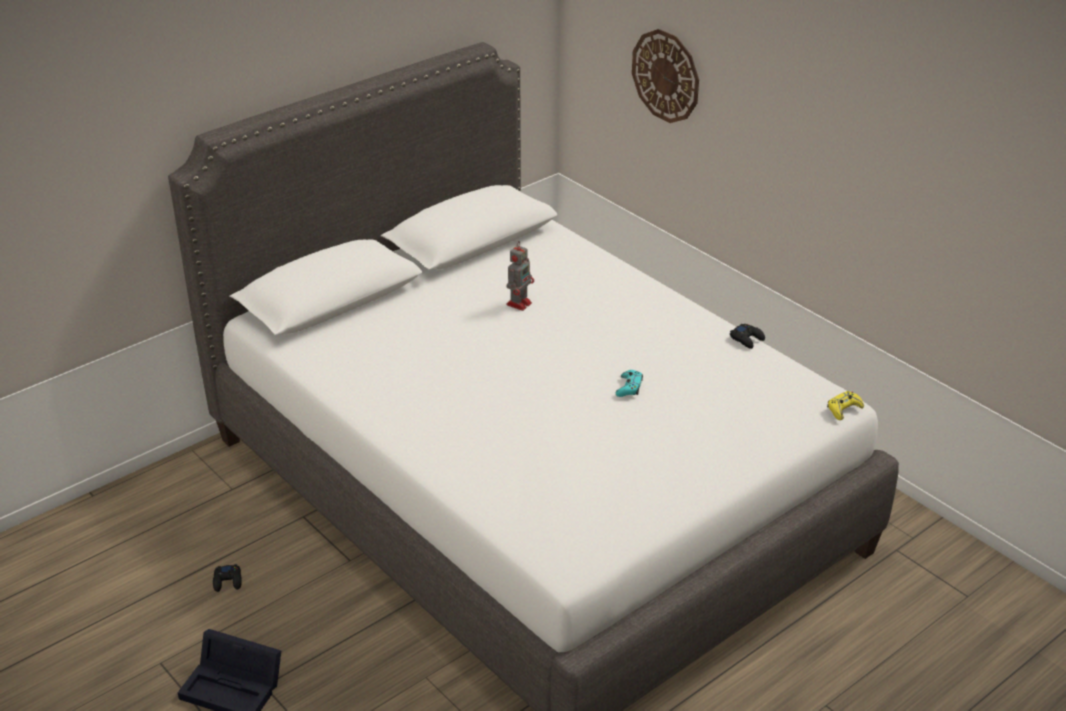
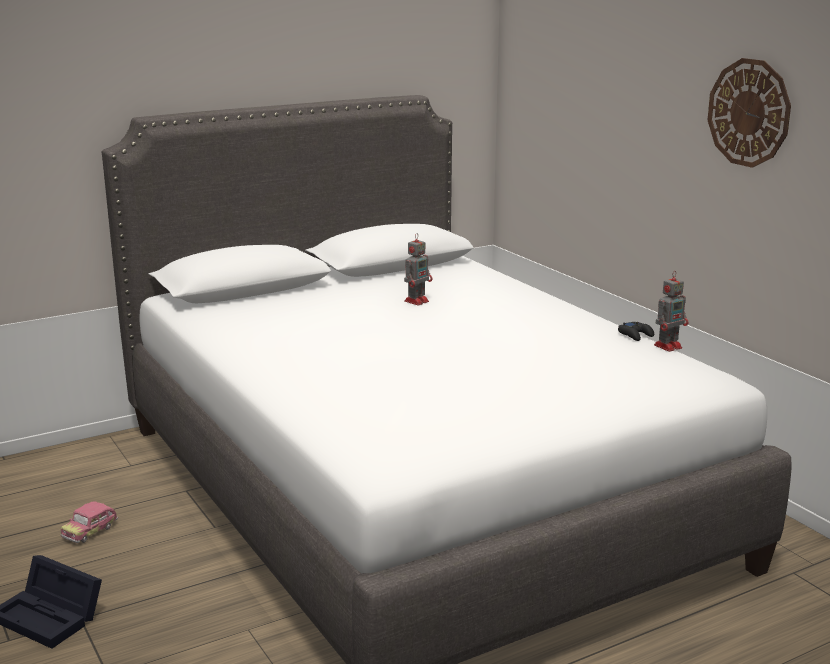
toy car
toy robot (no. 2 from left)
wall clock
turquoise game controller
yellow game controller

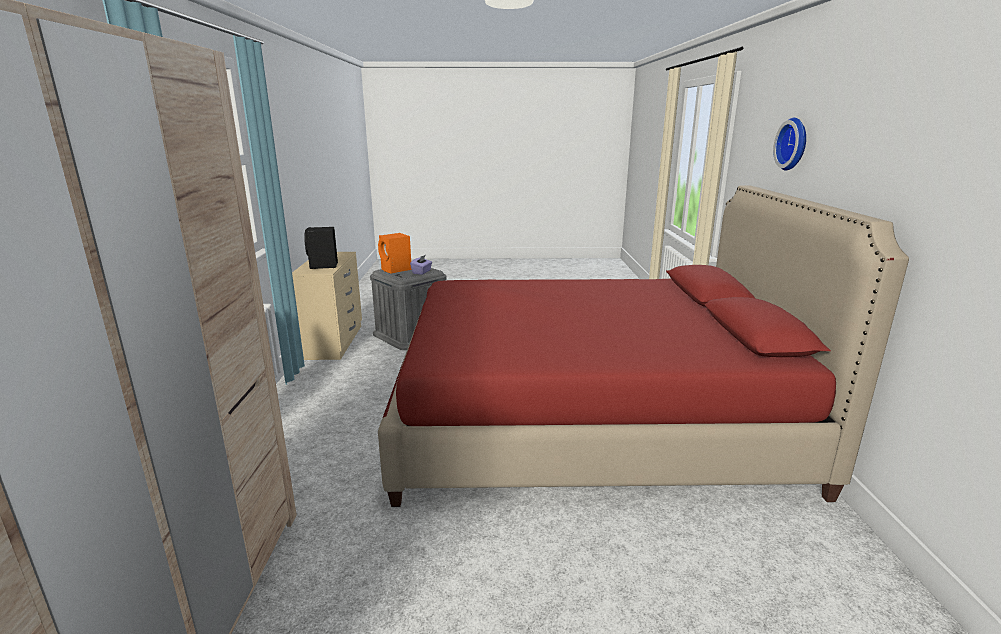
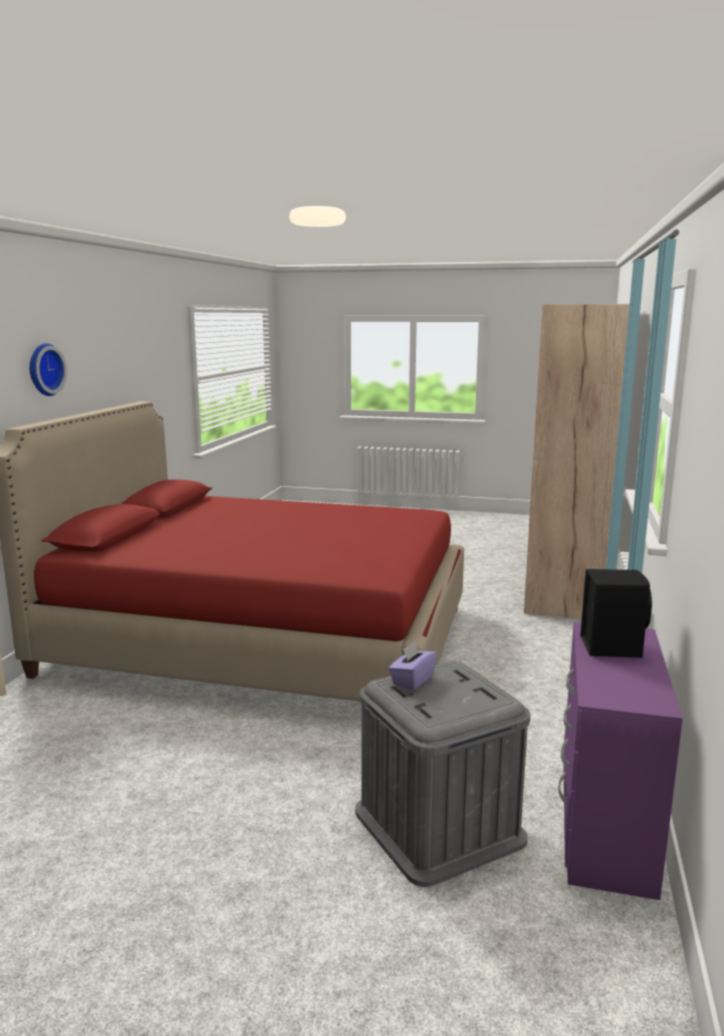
purple dresser
orange speaker

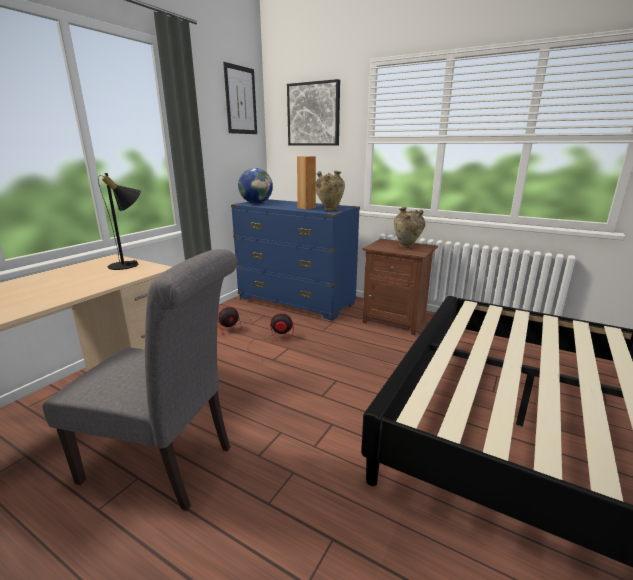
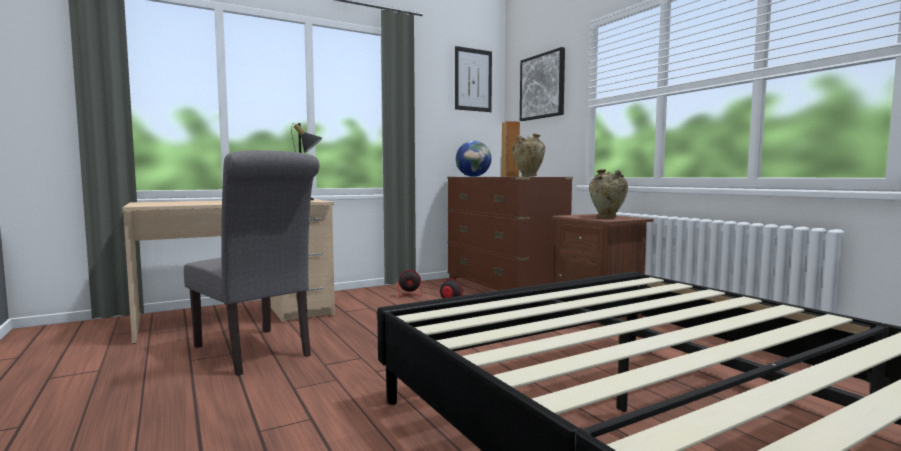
brown dresser

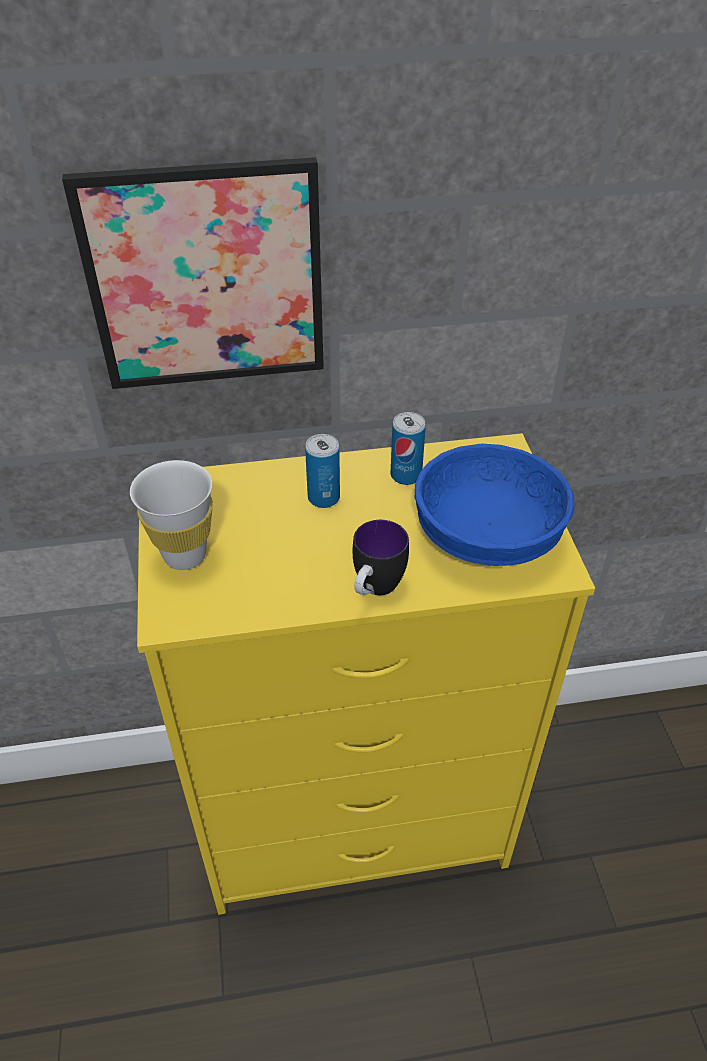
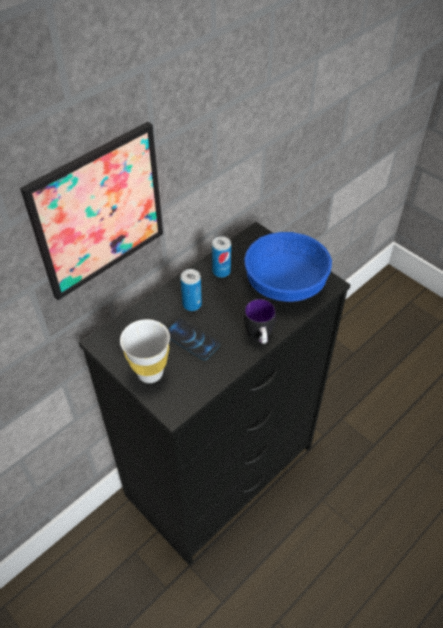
black dresser
phone

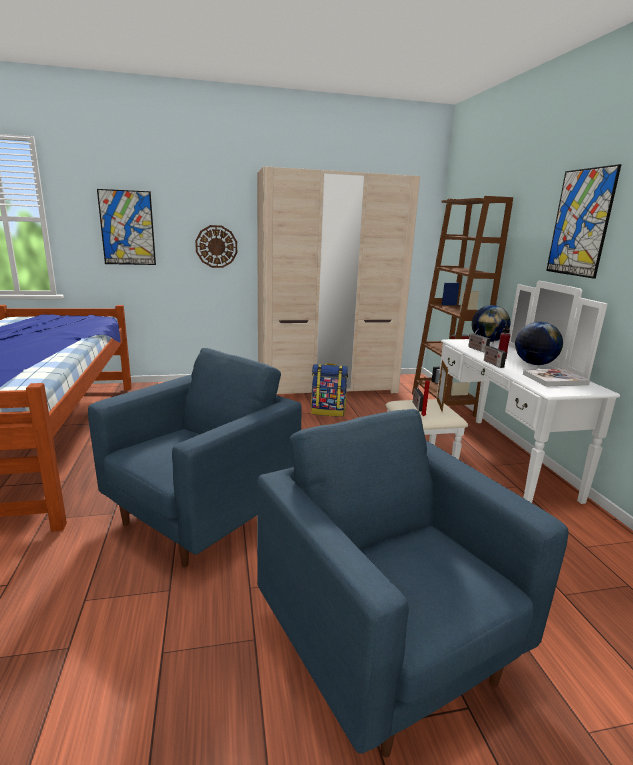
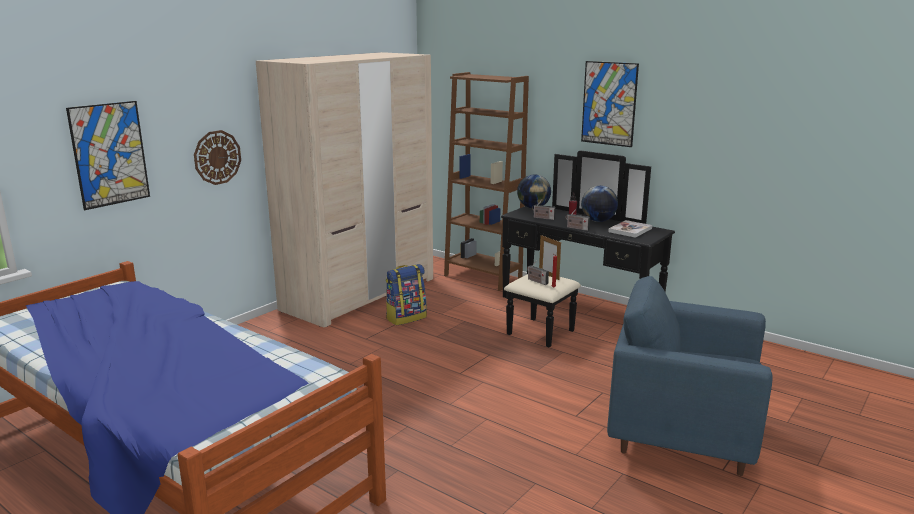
black dresser
blue armchair (no. 1 from left in the first image)

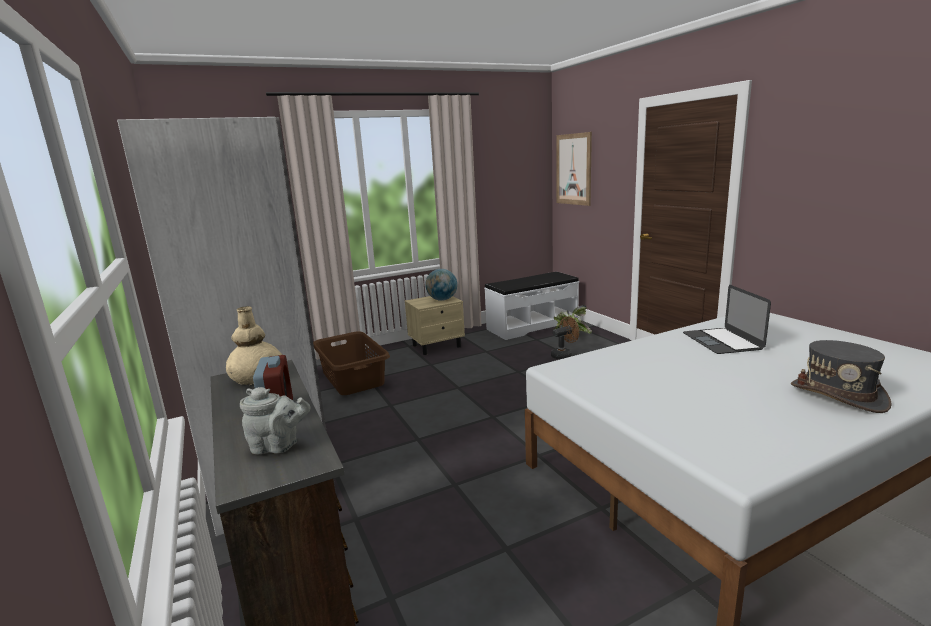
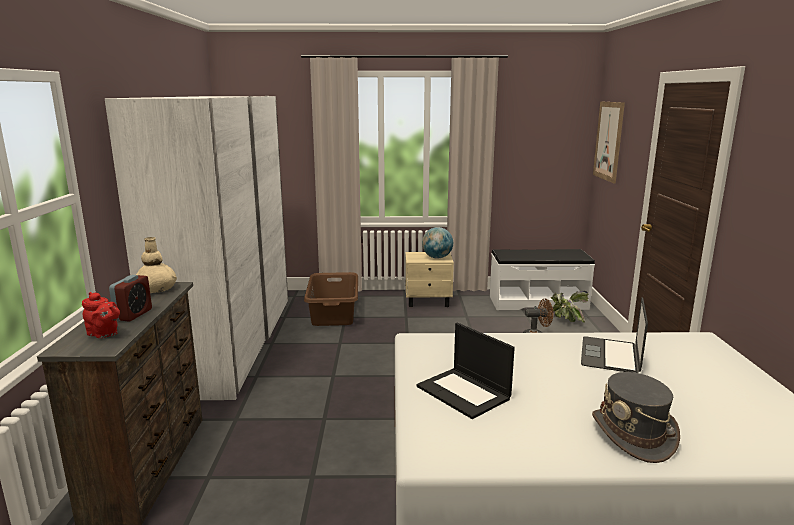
red teapot
laptop (no. 1 from left)

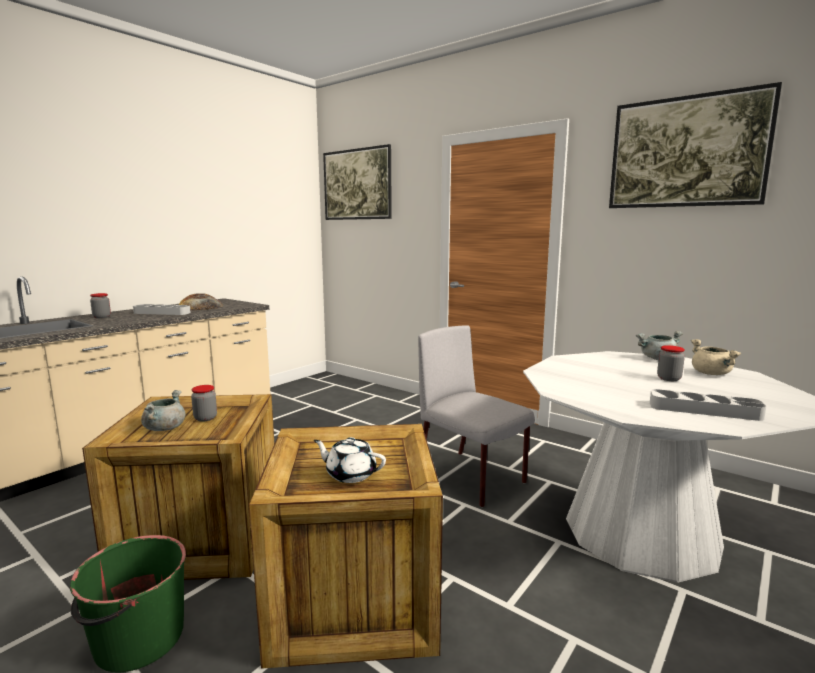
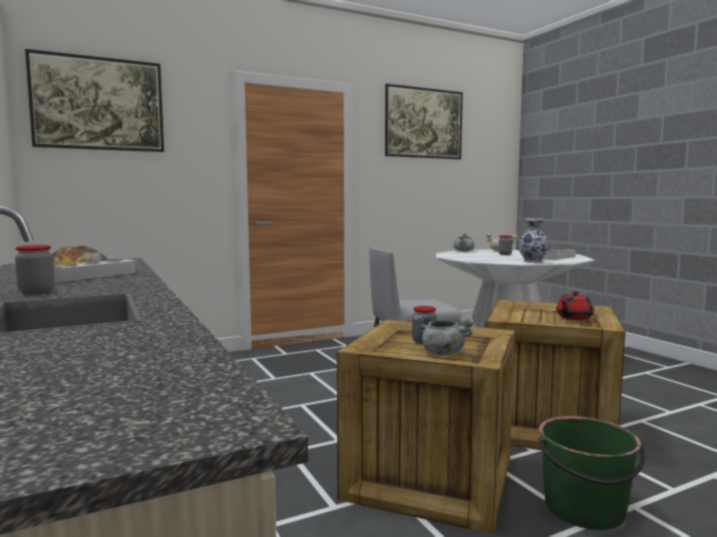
vase
red teapot

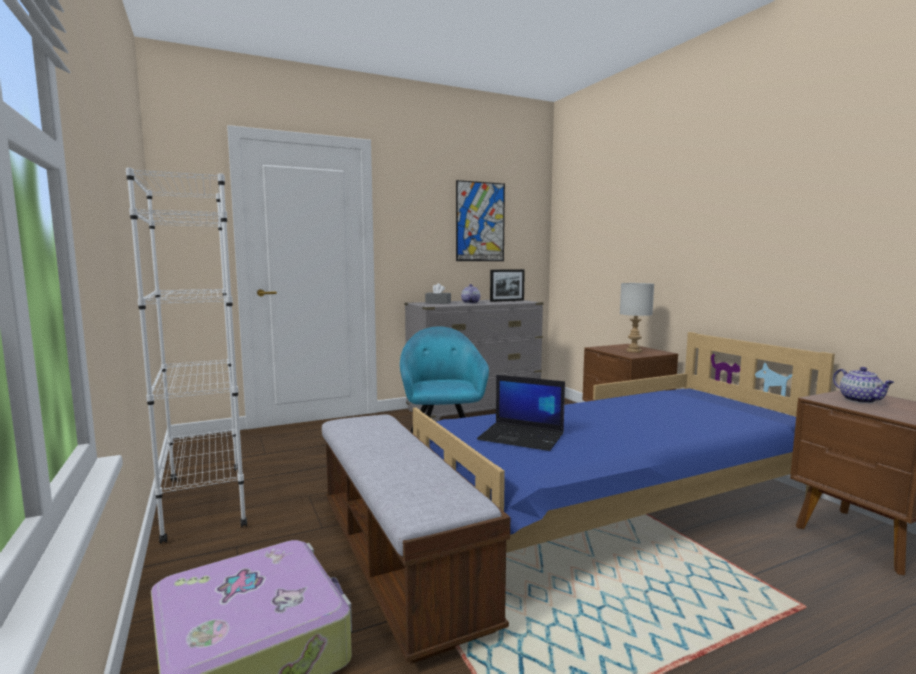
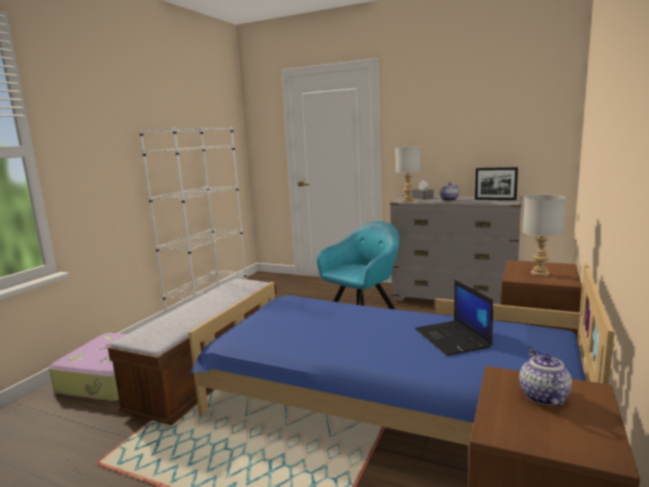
grey table lamp (no. 1 from left)
laptop
teapot (no. 2 from left)
picture

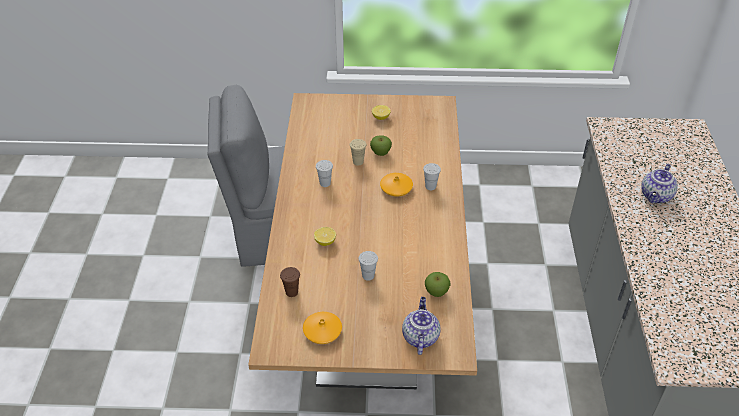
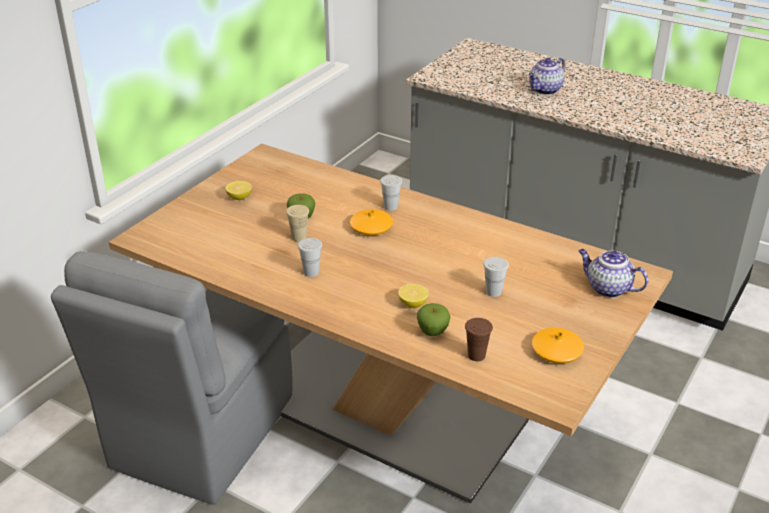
apple (no. 2 from left)
teapot (no. 1 from left)

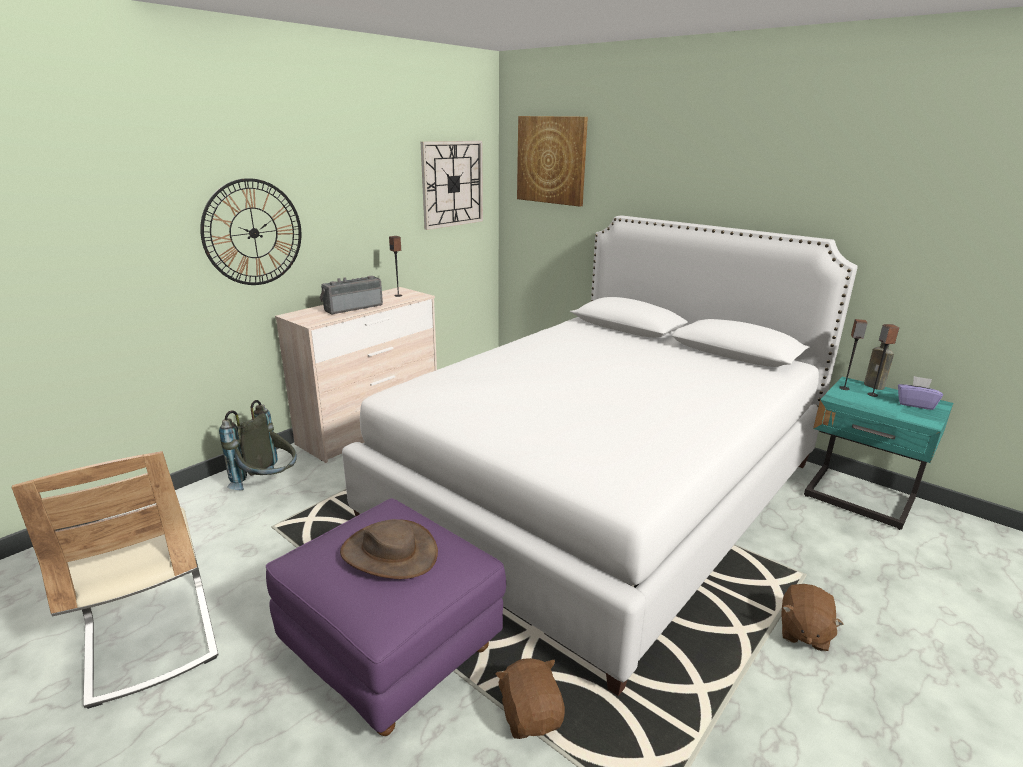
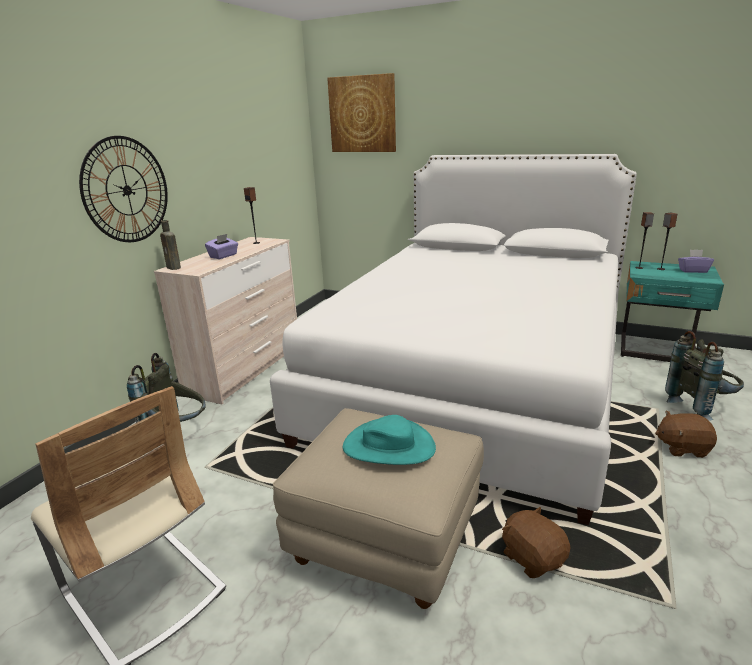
brown bottle
purple tissue box (no. 1 from left)
beige ottoman
turquoise hat
brown plush toy (no. 2 from left)
grey backpack (no. 2 from left)
wall clock (no. 2 from left in the first image)

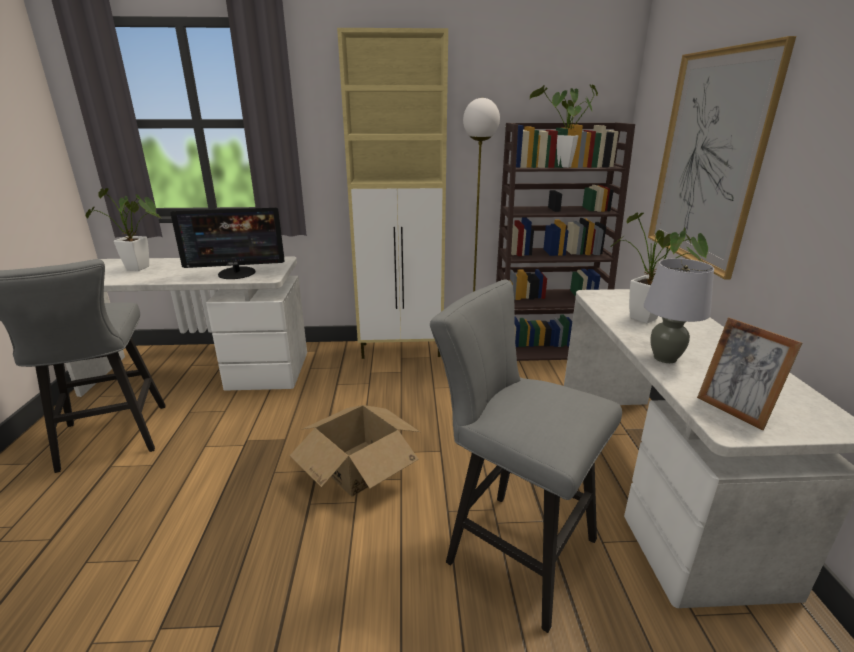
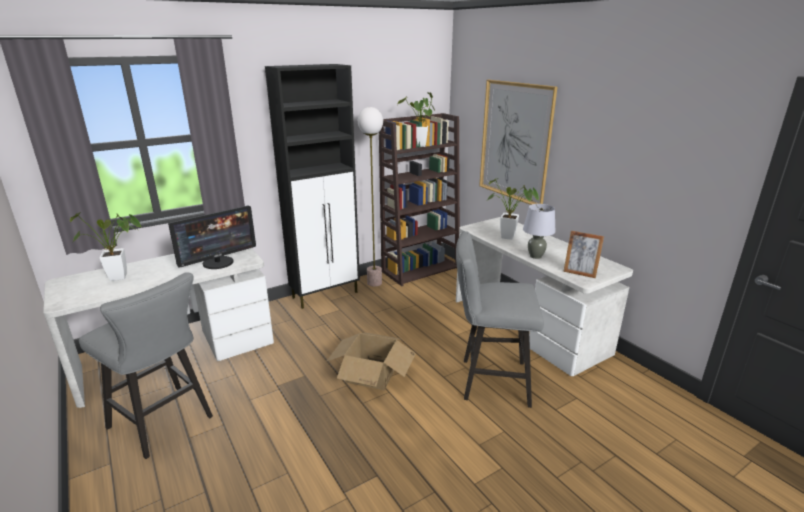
black cabinet

